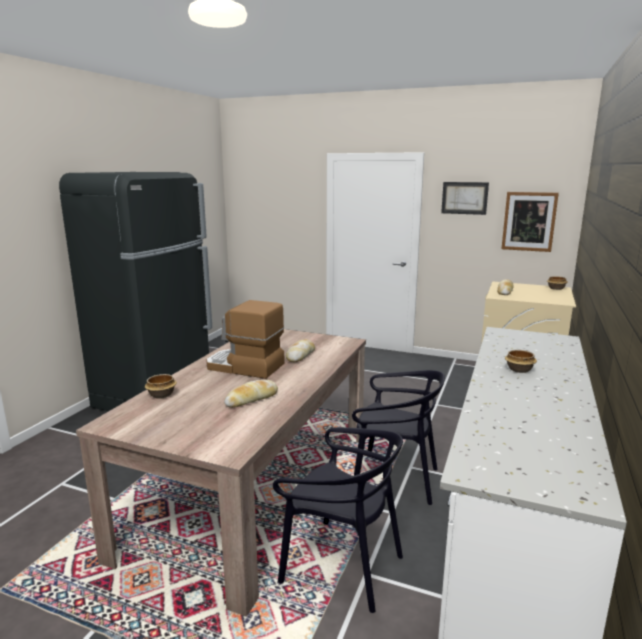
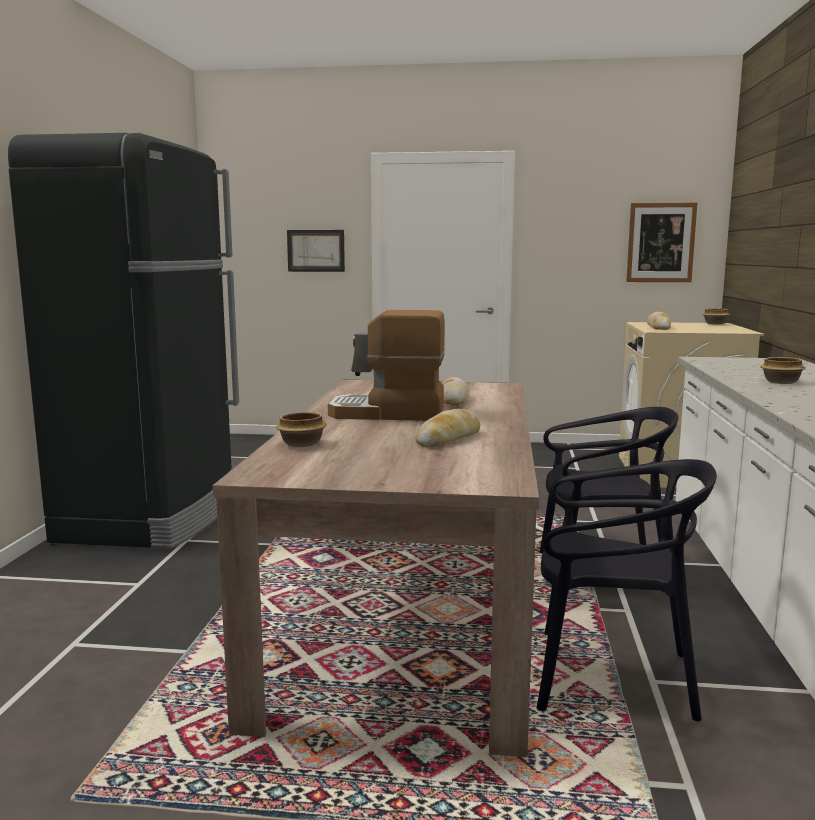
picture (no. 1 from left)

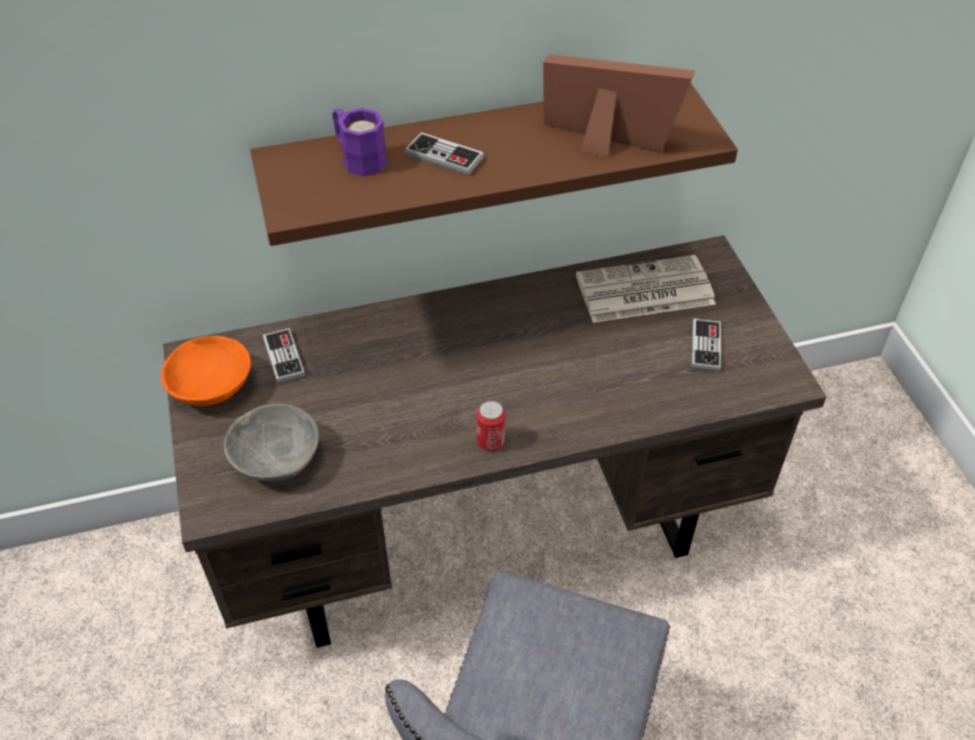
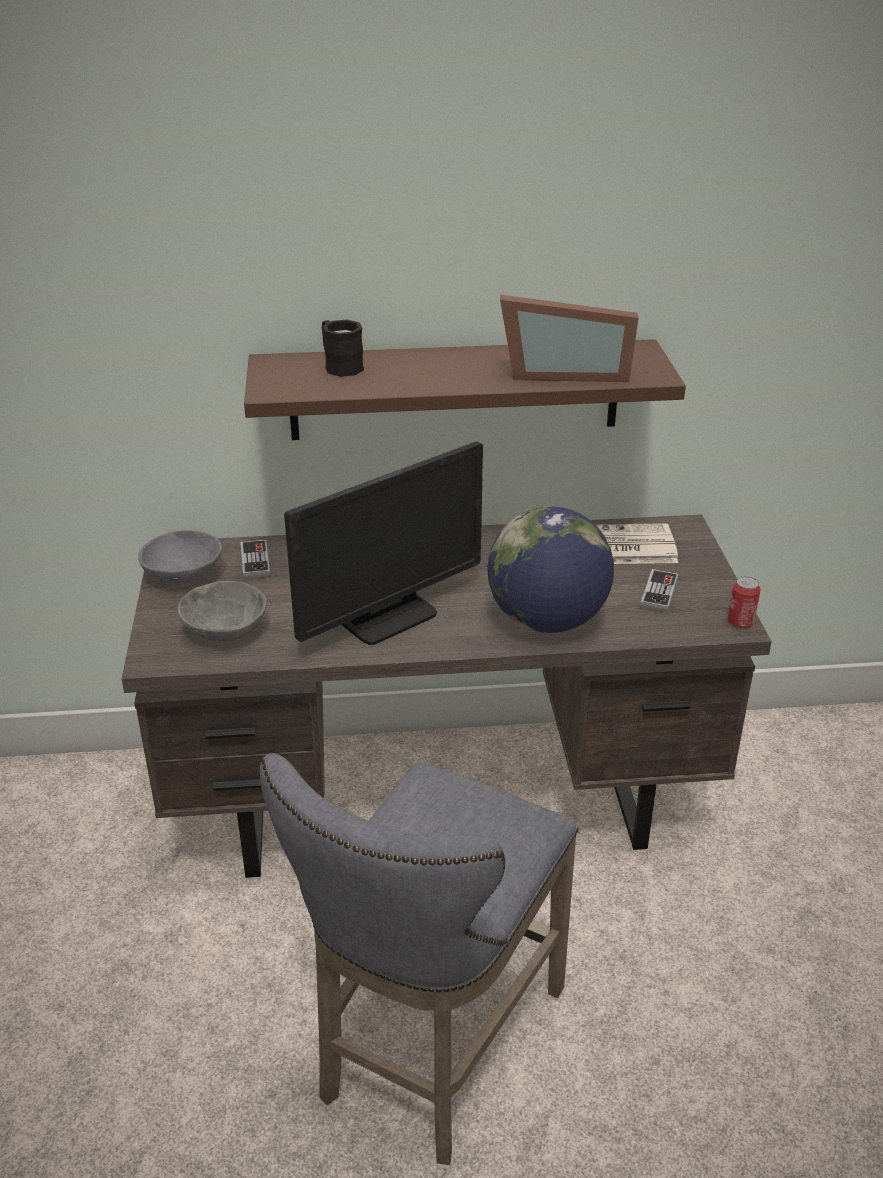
grey bowl (no. 1 from left)
monitor
black mug
globe
picture frame
can
game controller (no. 2 from left in the first image)

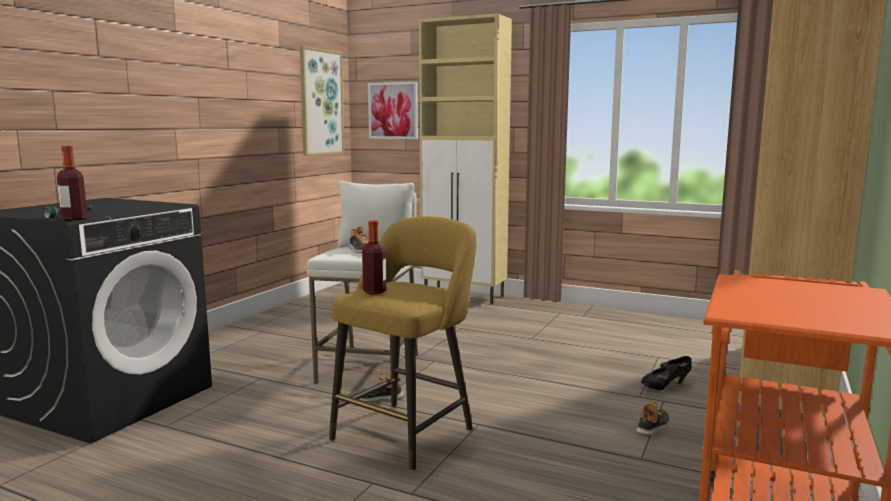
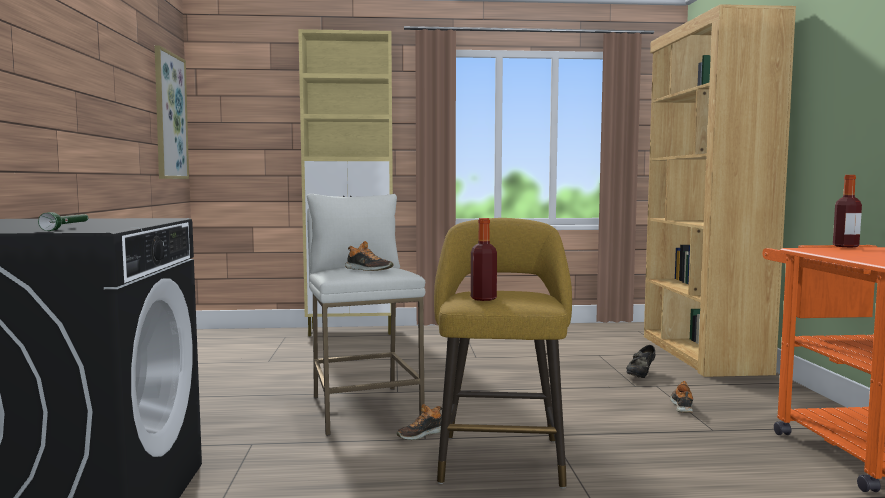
bottle (no. 2 from left)
picture (no. 2 from left in the first image)

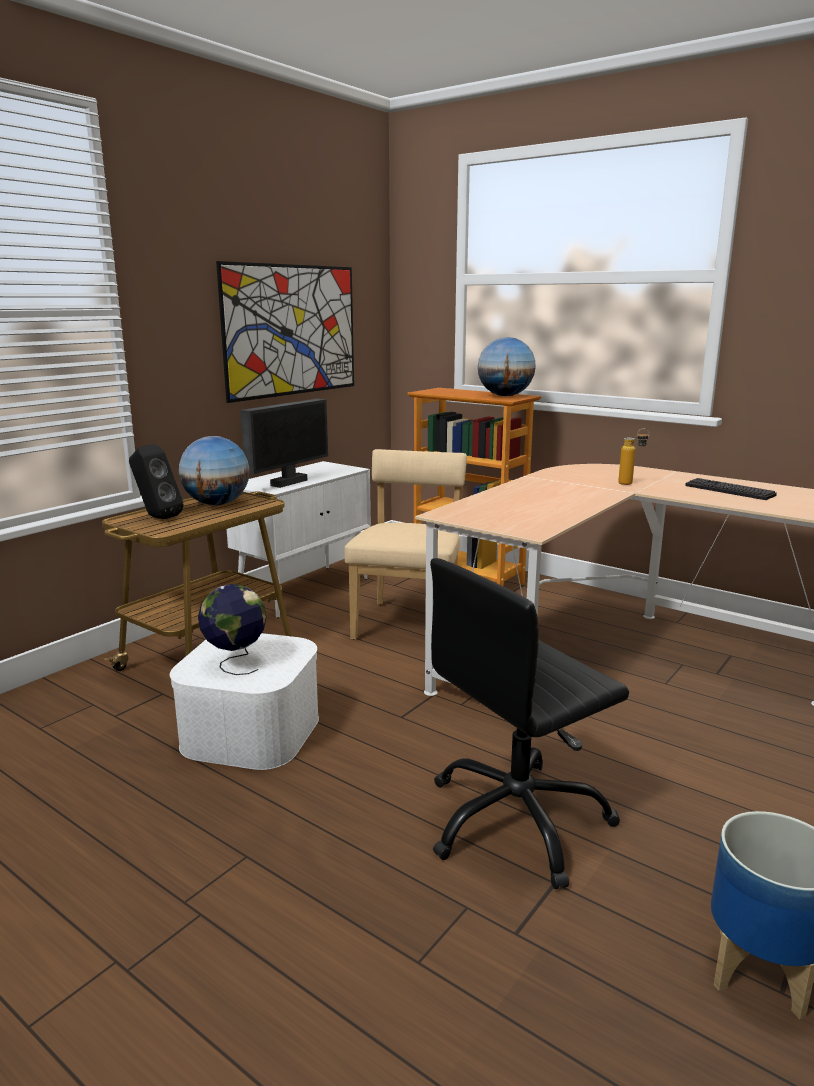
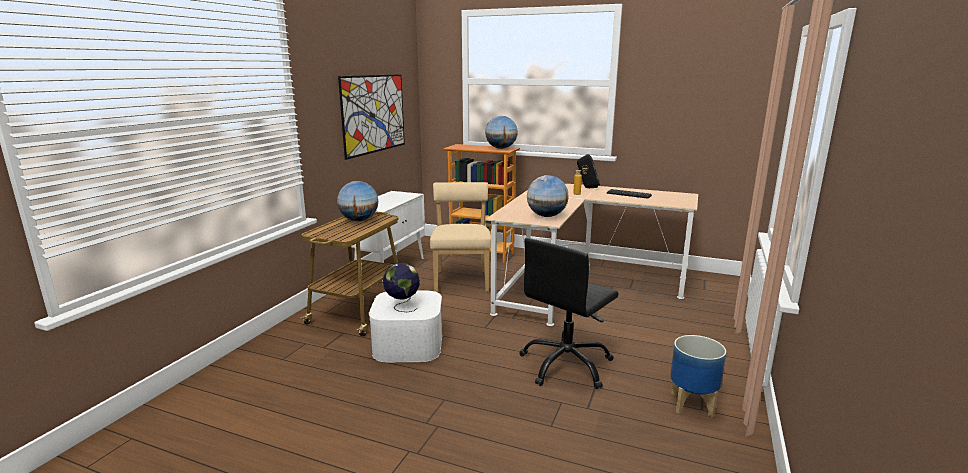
globe (no. 4 from left)
black speaker
monitor

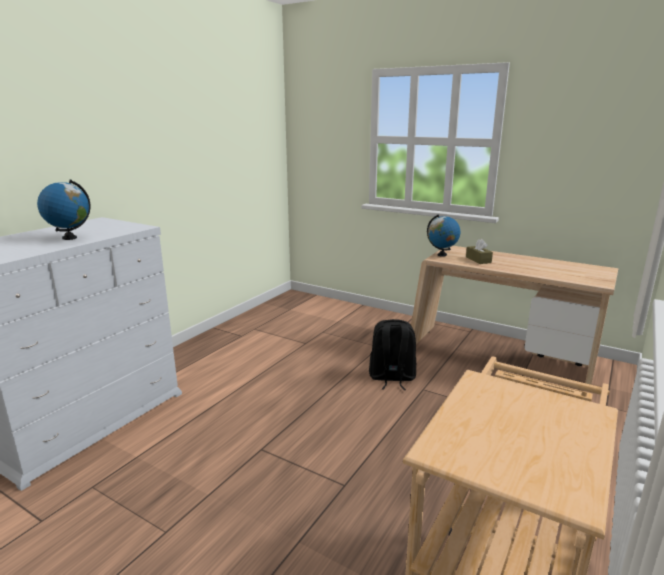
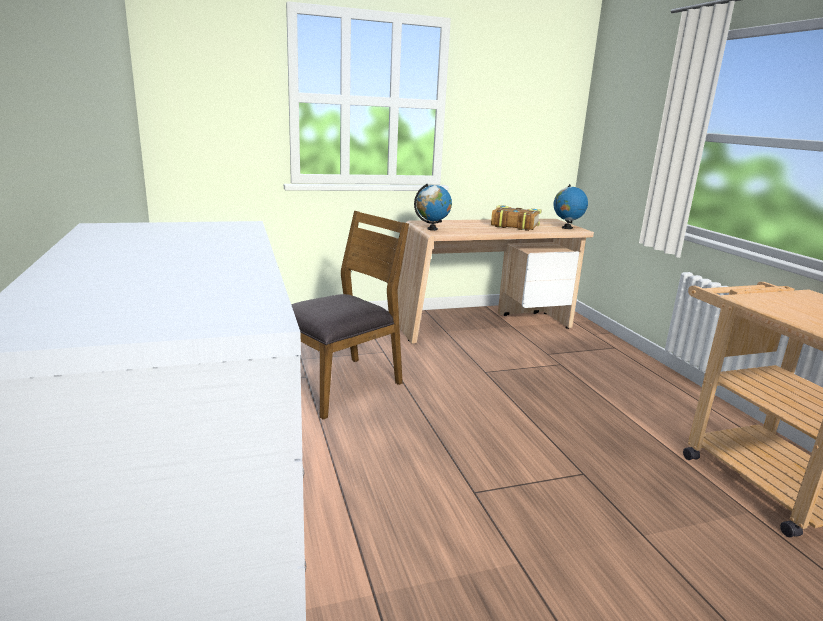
brown chair
book
globe (no. 2 from left)
black backpack
brown tissue box

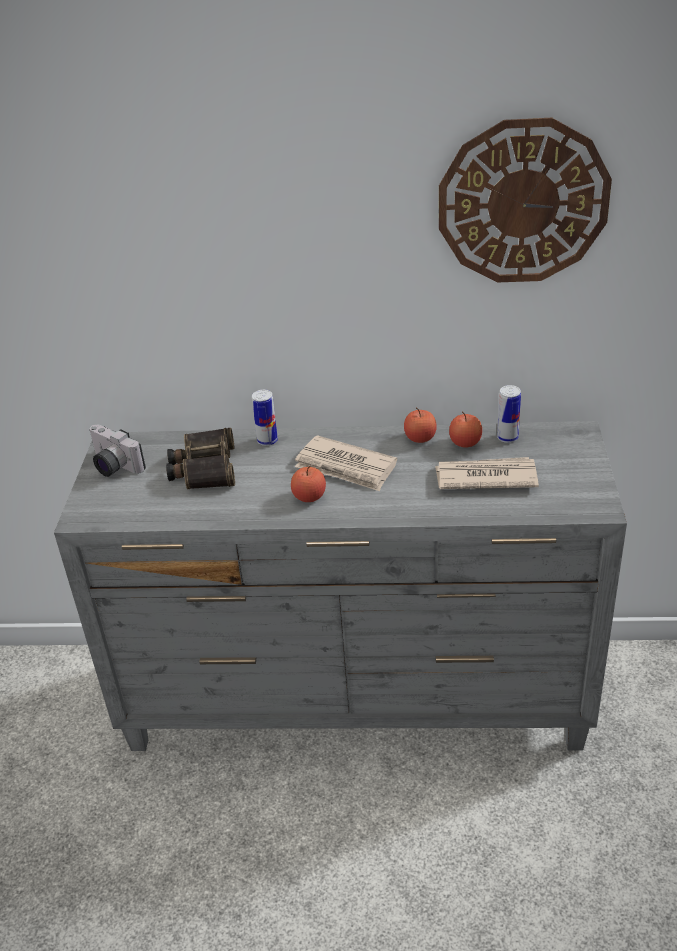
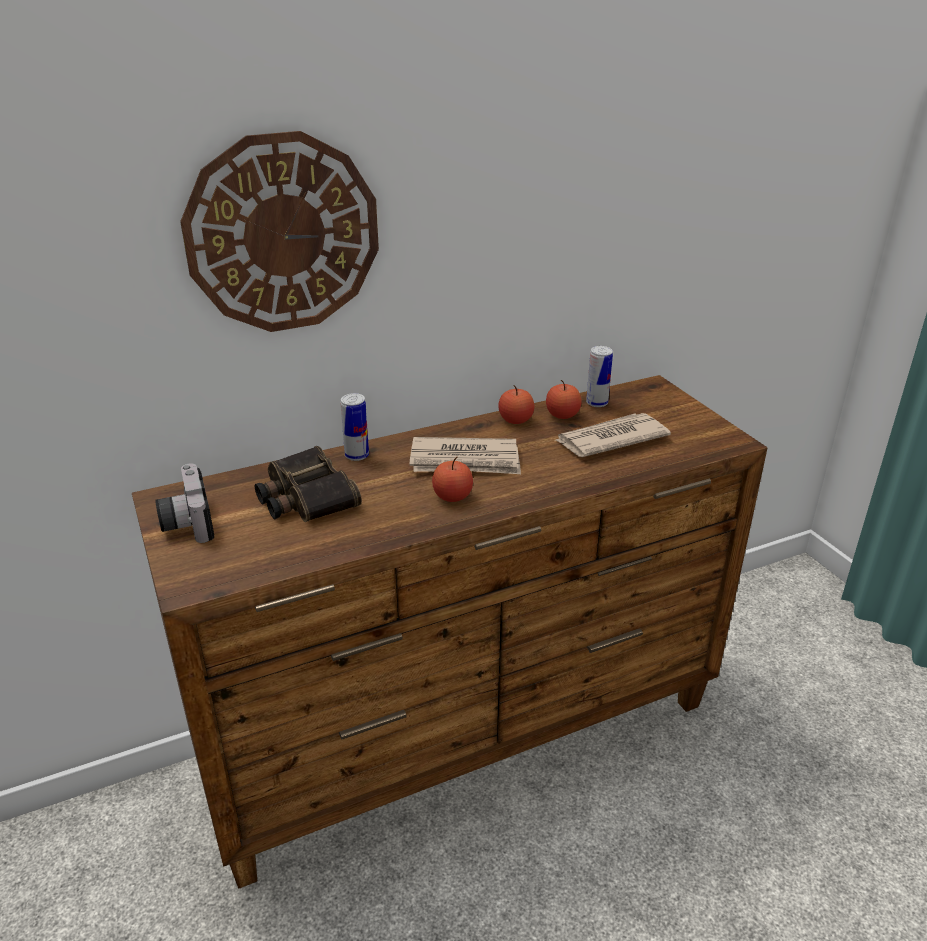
brown dresser
photo camera
wall clock

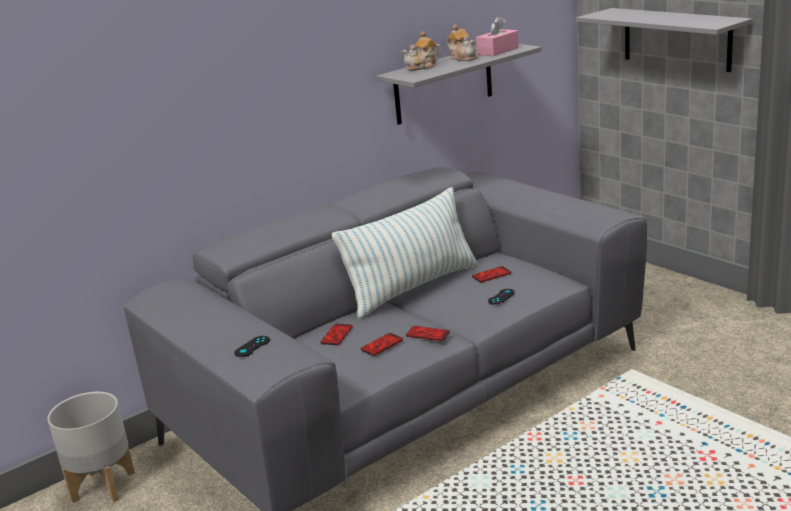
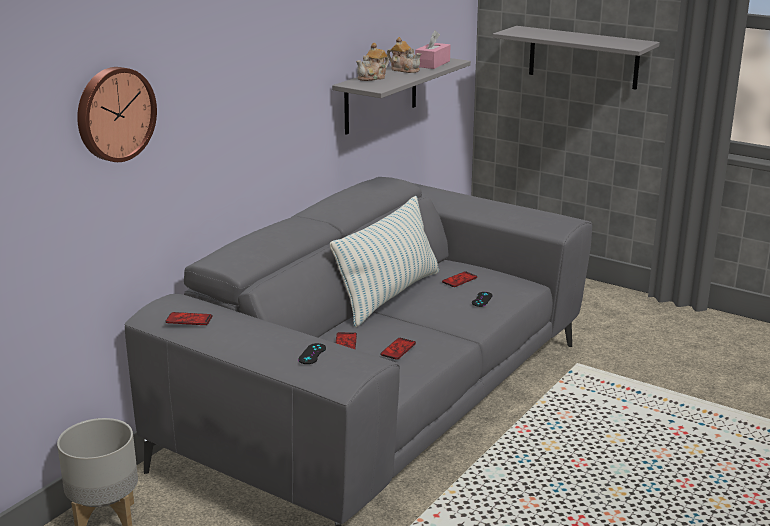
wall clock
phone (no. 1 from left)

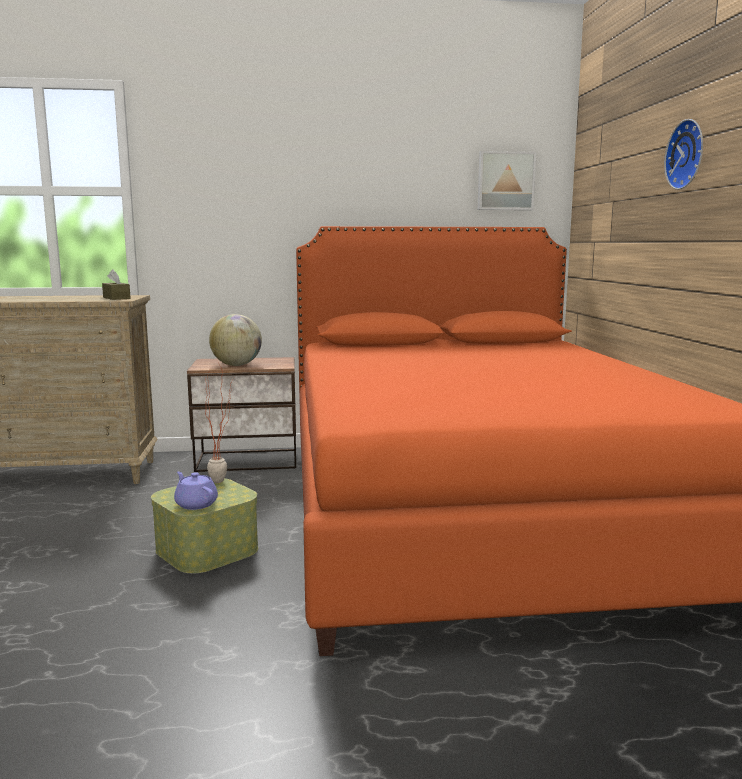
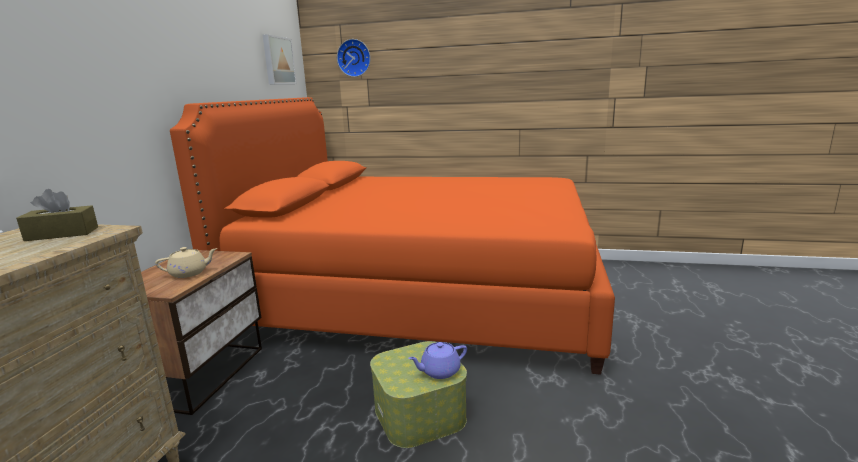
beige teapot
wall clock
potted plant

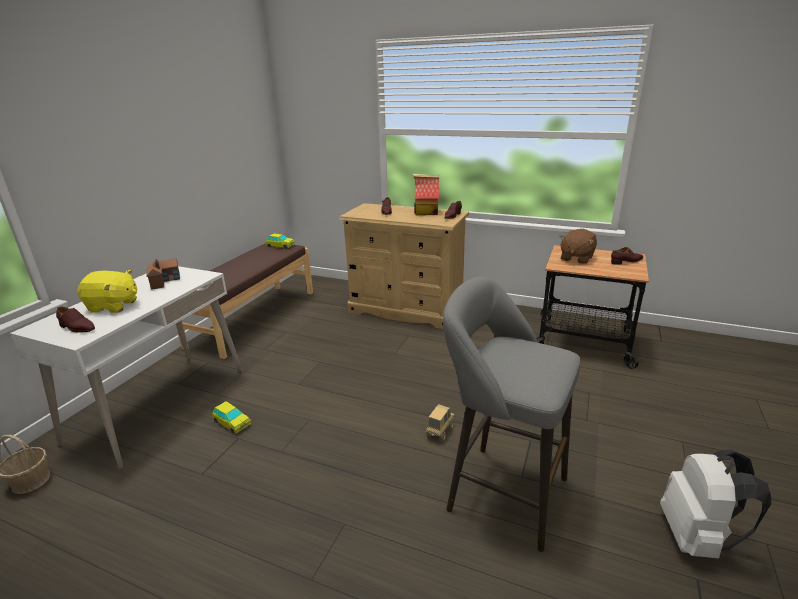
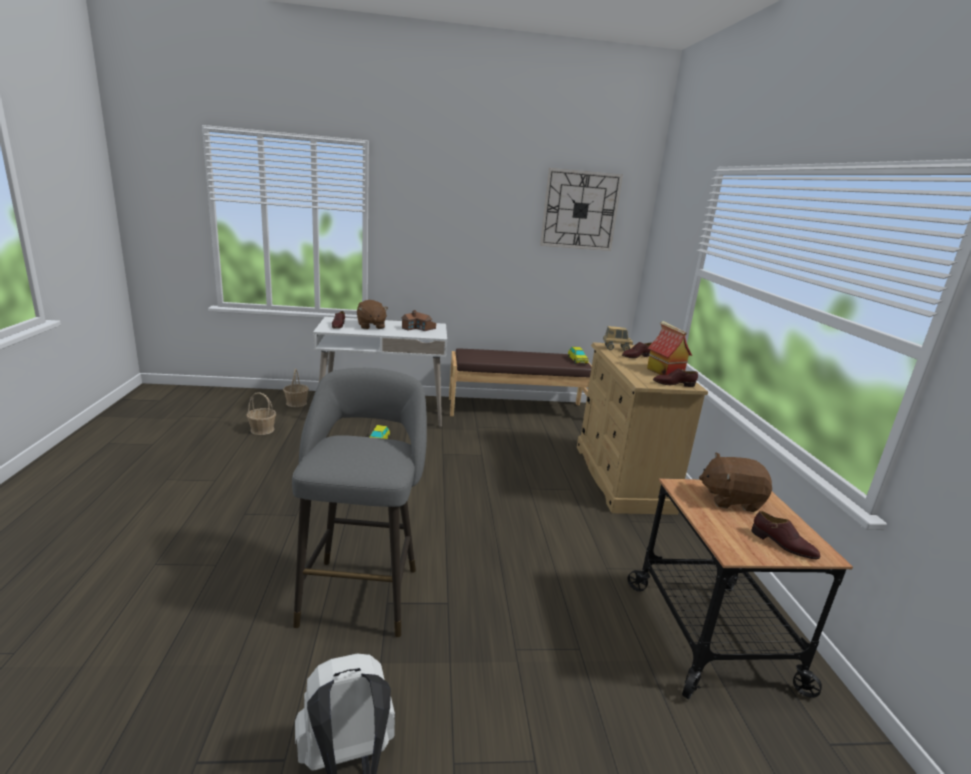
basket (no. 1 from left)
brown plush toy (no. 1 from left)
wall clock
toy truck

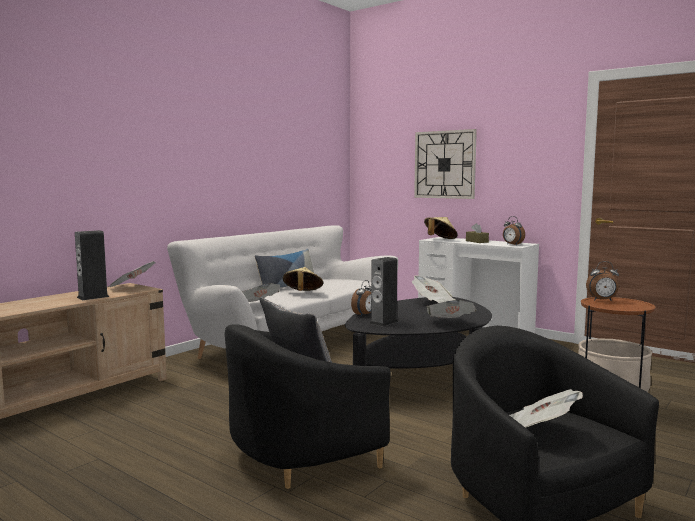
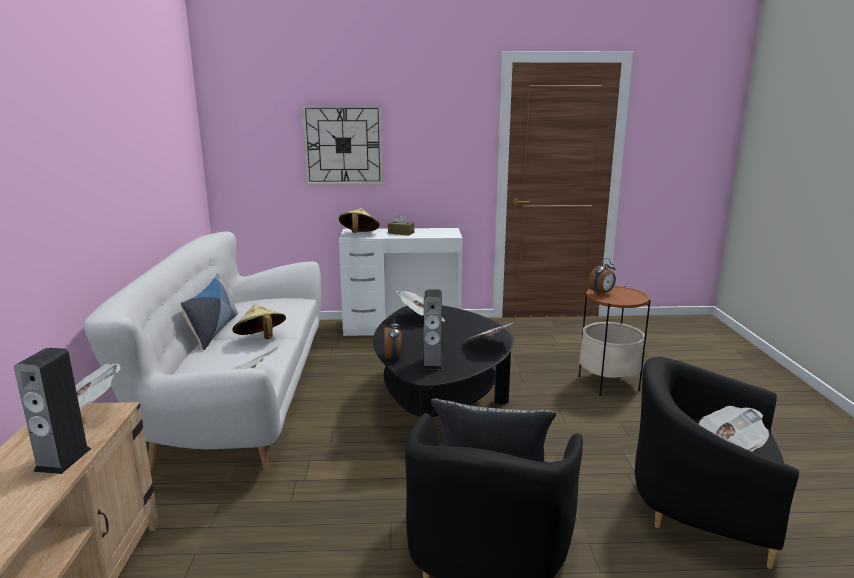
alarm clock (no. 2 from left in the first image)

